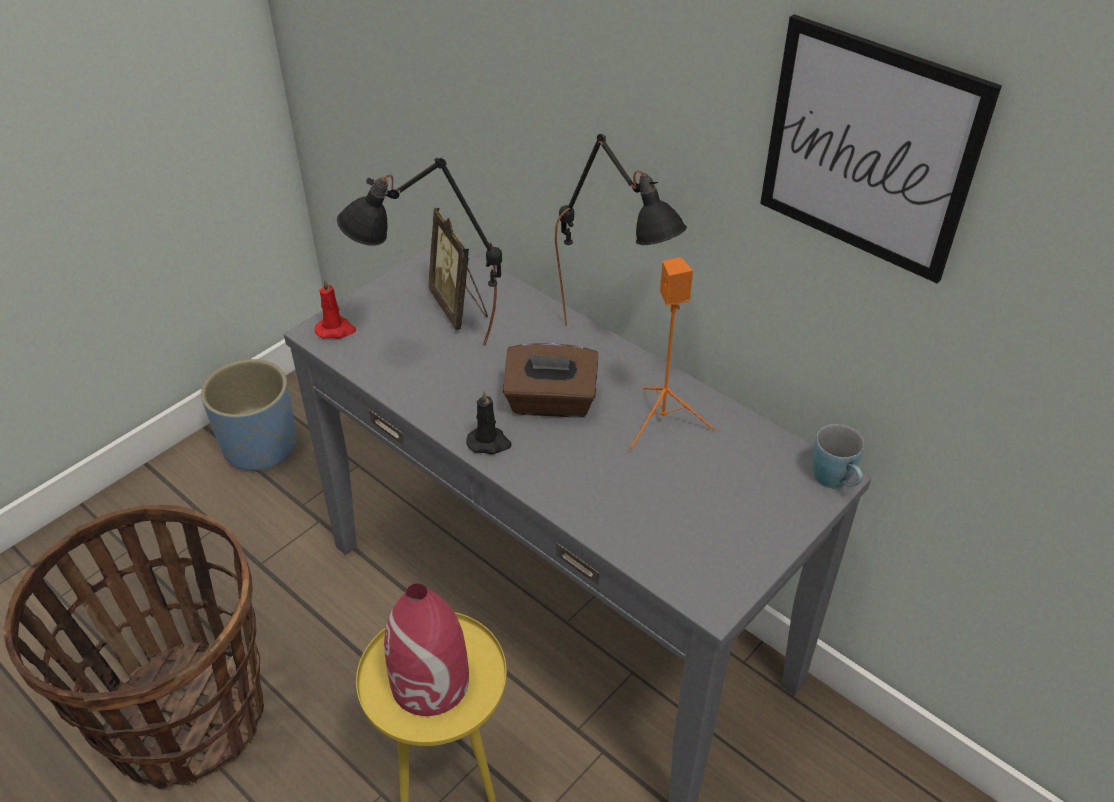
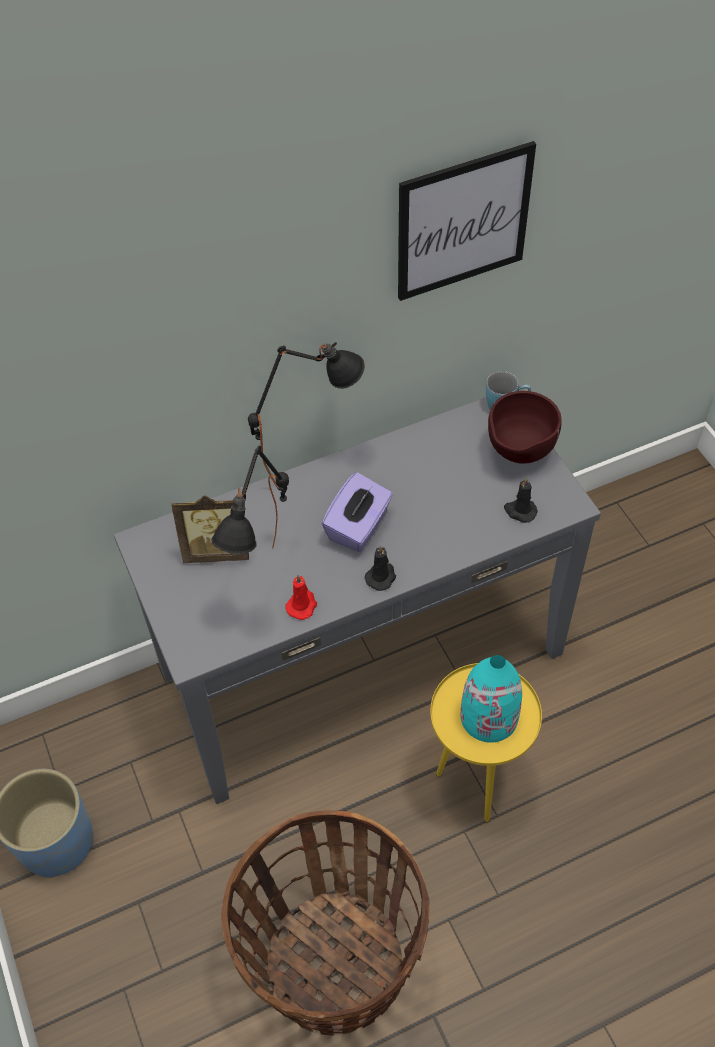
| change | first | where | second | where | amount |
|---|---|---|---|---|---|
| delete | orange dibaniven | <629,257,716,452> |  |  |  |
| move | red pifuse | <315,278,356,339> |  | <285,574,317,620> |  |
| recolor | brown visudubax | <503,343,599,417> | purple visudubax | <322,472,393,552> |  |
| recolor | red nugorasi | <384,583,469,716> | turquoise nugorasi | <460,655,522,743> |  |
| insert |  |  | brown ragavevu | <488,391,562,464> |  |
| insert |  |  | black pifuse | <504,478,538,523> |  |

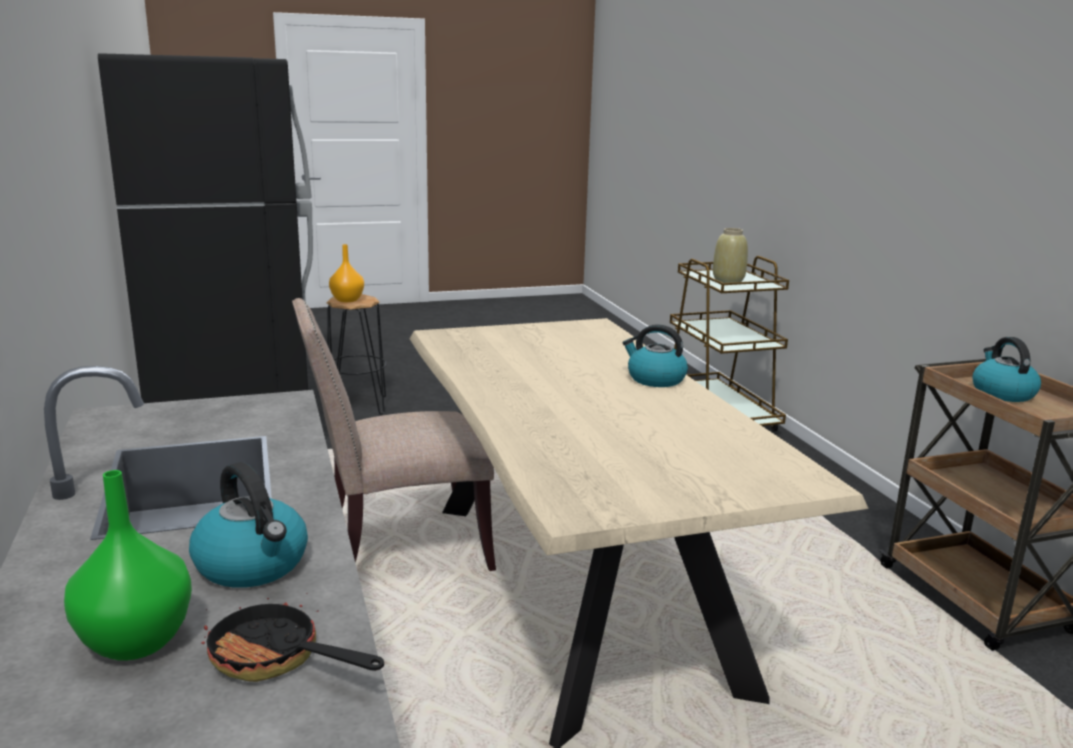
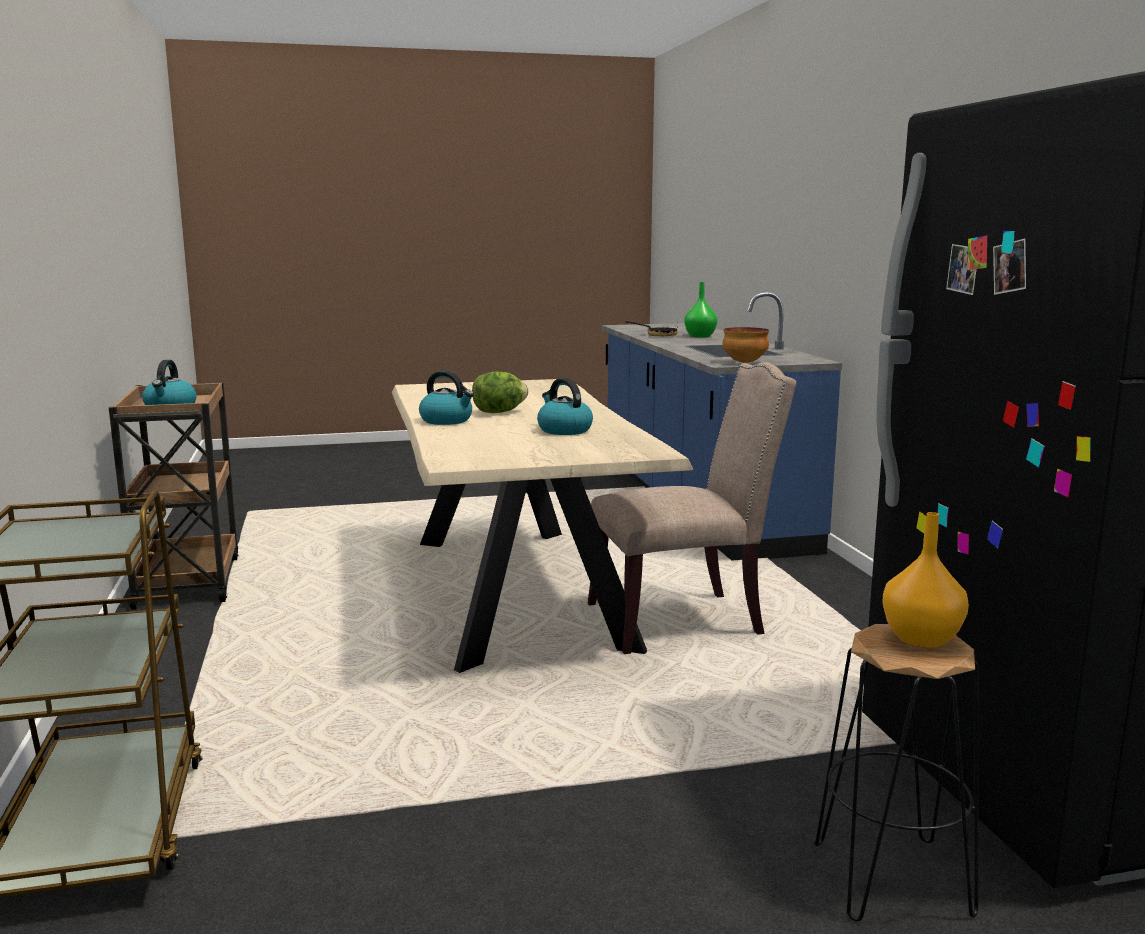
| change | first | where | second | where | amount |
|---|---|---|---|---|---|
| delete | beige nugorasi | <713,228,748,283> |  |  |  |
| move | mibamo | <189,462,308,588> |  | <537,378,593,435> |  |
| insert |  |  | ragavevu | <722,327,769,363> |  |
| insert |  |  | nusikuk | <472,371,529,413> |  |

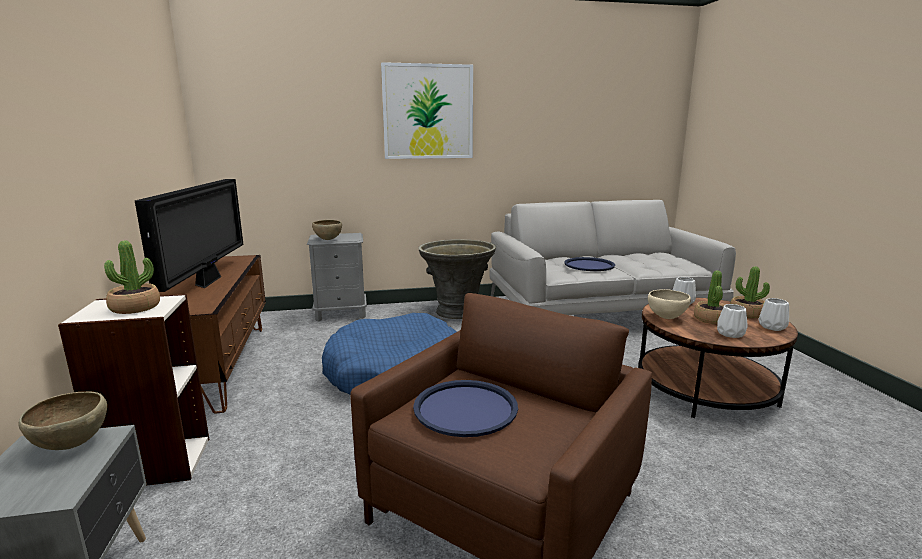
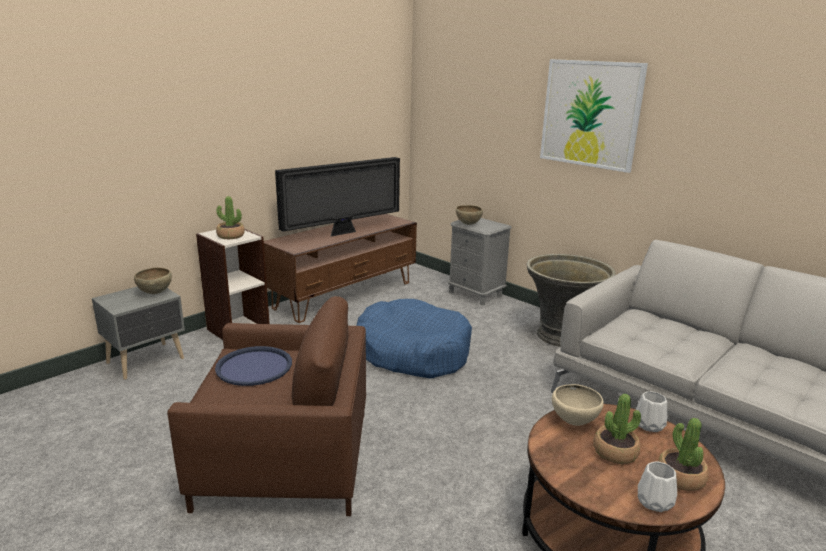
| change | first | where | second | where | amount |
|---|---|---|---|---|---|
| delete | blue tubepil | <564,257,615,271> |  |  |  |
| delete | white nugorasi | <717,304,748,338> |  |  |  |

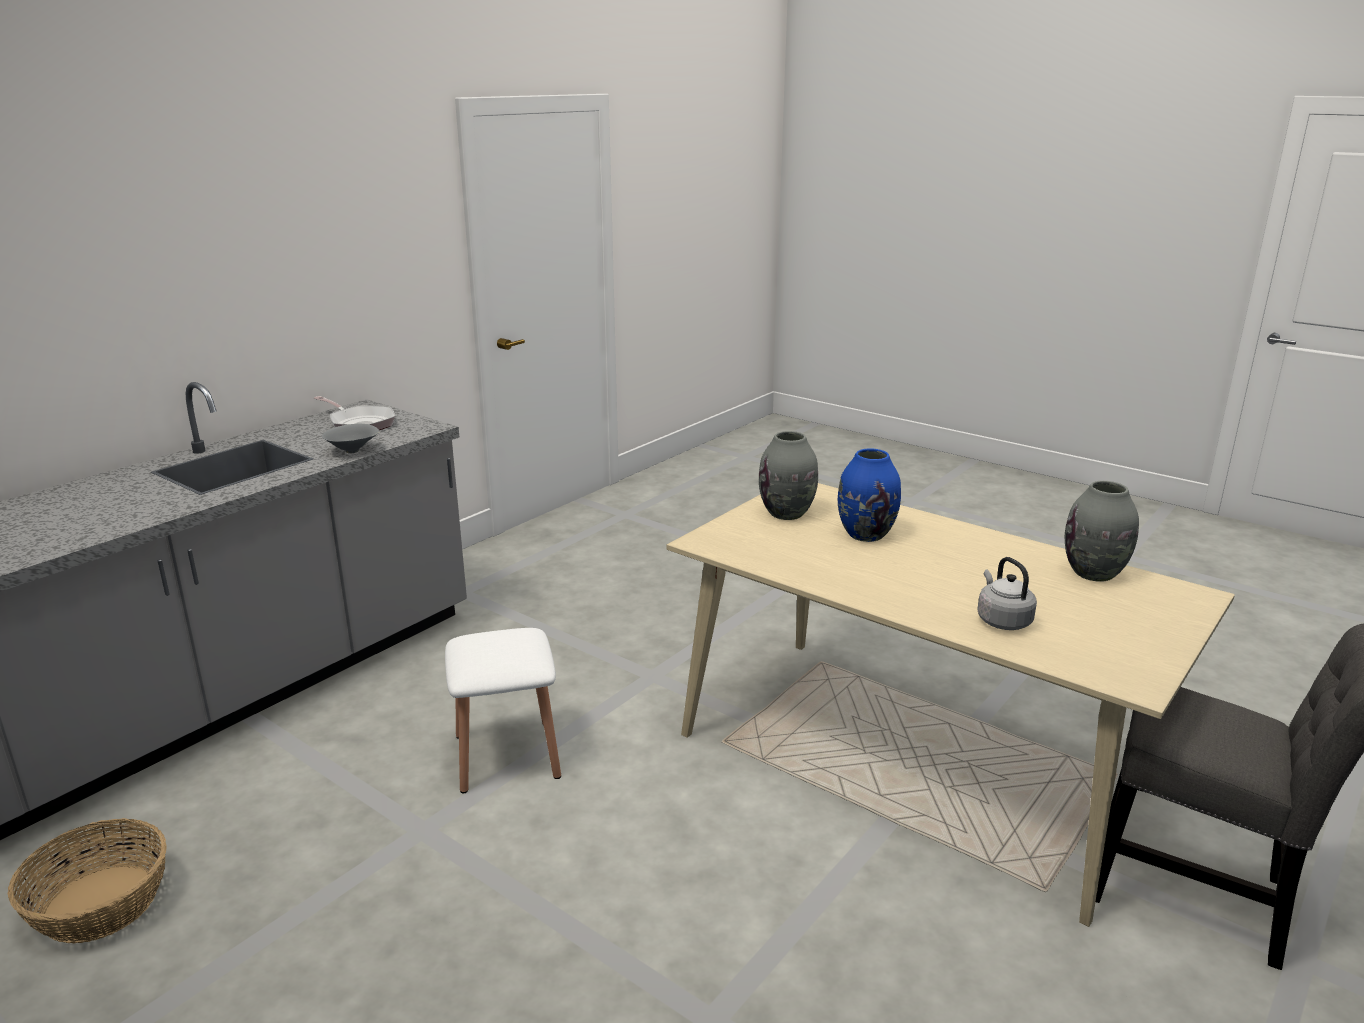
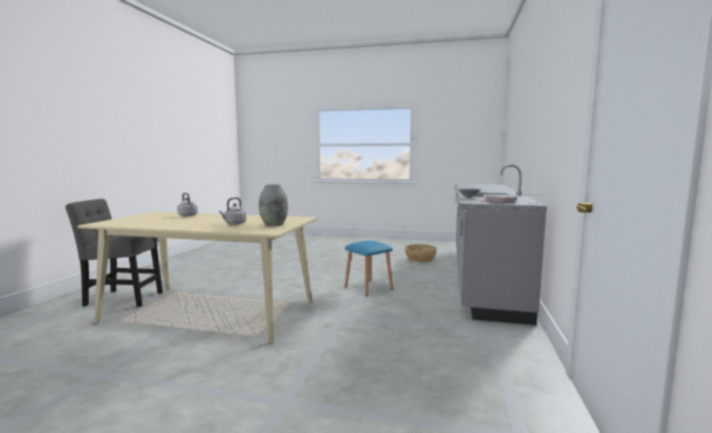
| change | first | where | second | where | amount |
|---|---|---|---|---|---|
| replace | blue nugorasi | <838,449,901,542> | grey mibamo | <219,197,246,225> |  |
| delete | grey nugorasi | <1065,481,1139,582> |  |  |  |
| recolor | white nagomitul | <445,628,561,793> | blue nagomitul | <344,240,393,296> |  |

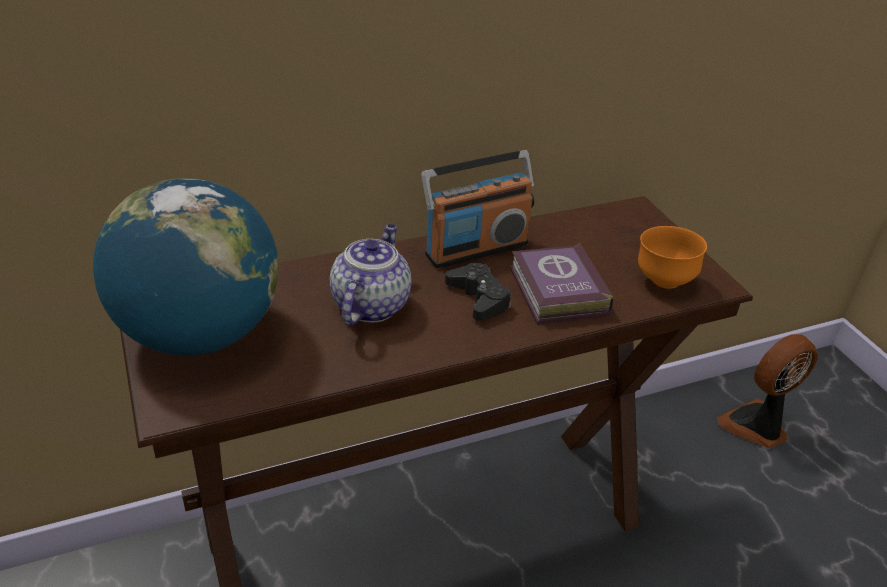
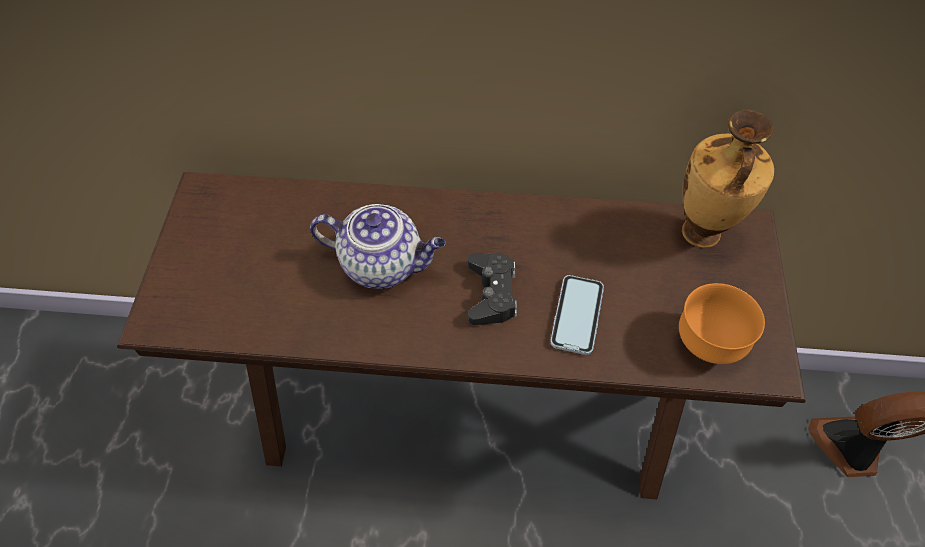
| change | first | where | second | where | amount |
|---|---|---|---|---|---|
| delete | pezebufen | <421,150,534,268> |  |  |  |
| delete | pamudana | <93,178,279,356> |  |  |  |
| rotate | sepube | <330,224,412,325> |  | <310,204,445,289> | 60 degrees clockwise |
| replace | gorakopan | <510,243,613,324> | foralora | <550,275,604,355> |  |
| insert |  |  | nugorasi | <682,109,774,248> |  |

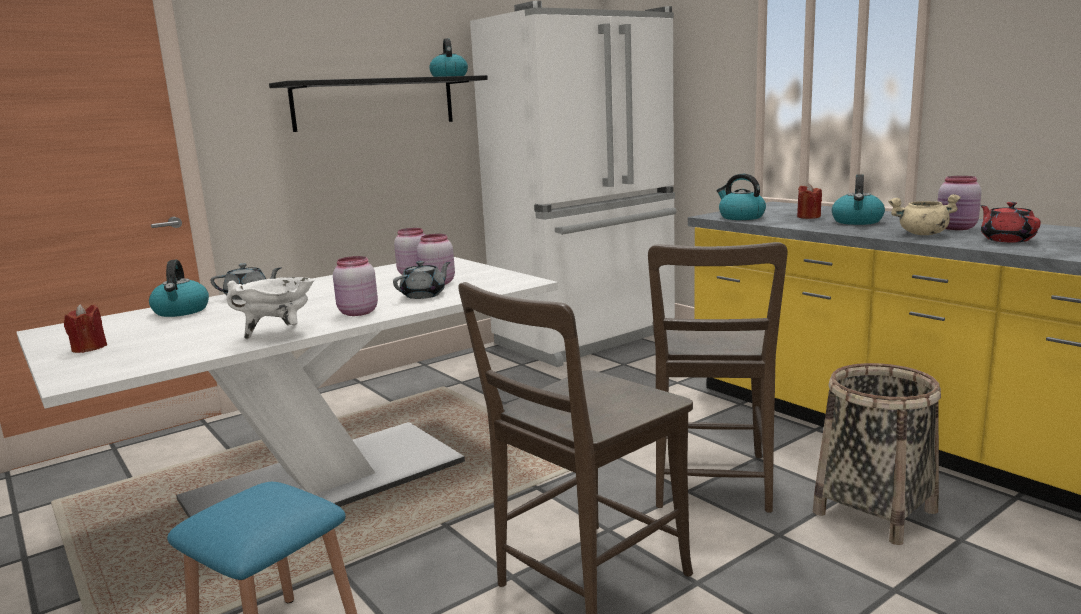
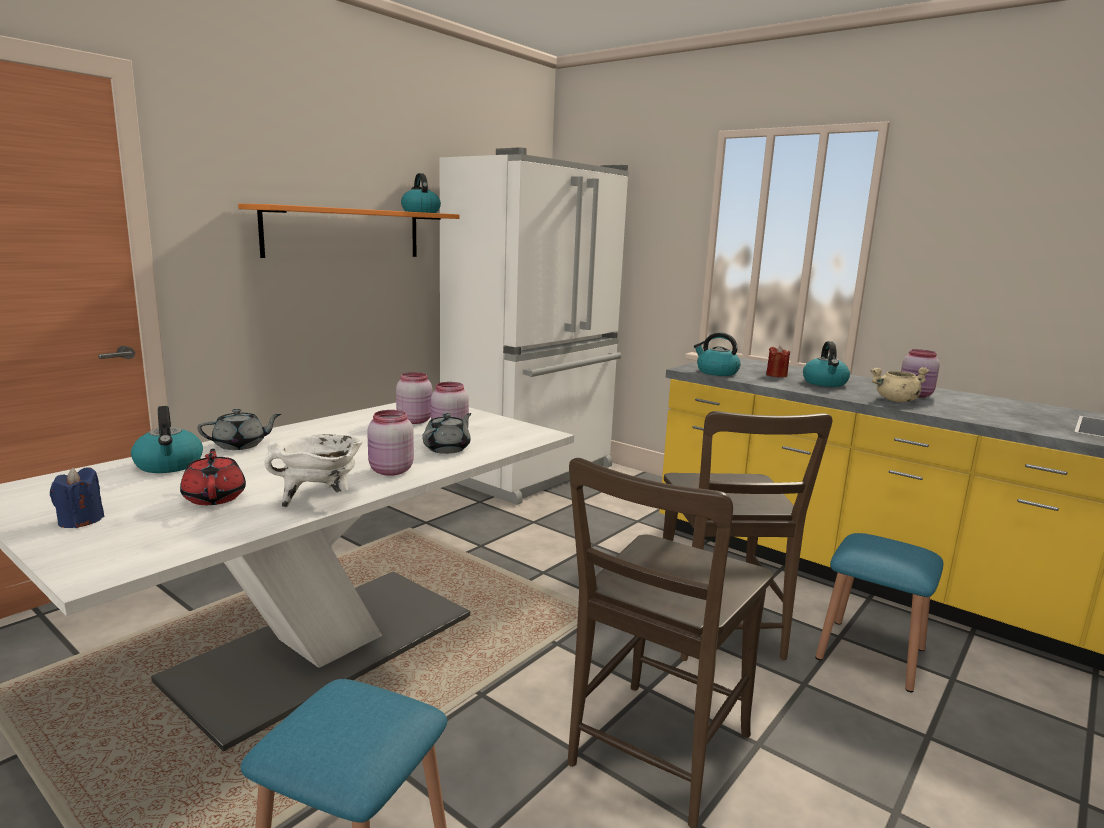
| change | first | where | second | where | amount |
|---|---|---|---|---|---|
| recolor | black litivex | <269,75,488,132> | orange litivex | <238,204,460,258> |  |
| move | red sepube | <980,202,1041,242> |  | <180,449,246,505> |  |
| recolor | red pifuse | <64,304,107,353> | blue pifuse | <50,468,104,528> |  |
| replace | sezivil | <813,363,941,545> | blue nagomitul | <815,533,943,692> |  |

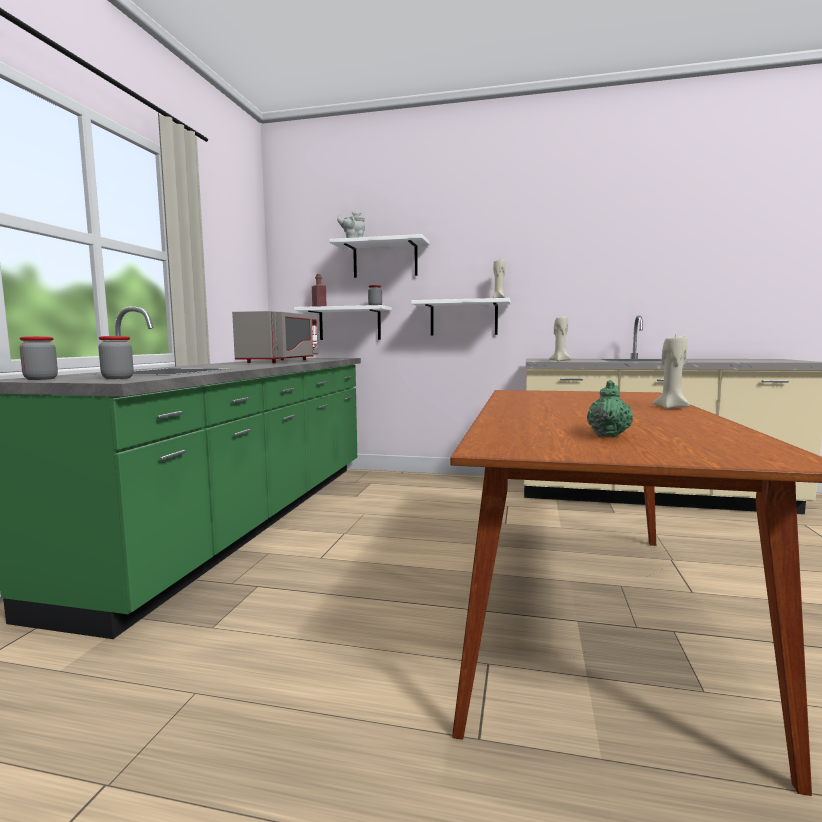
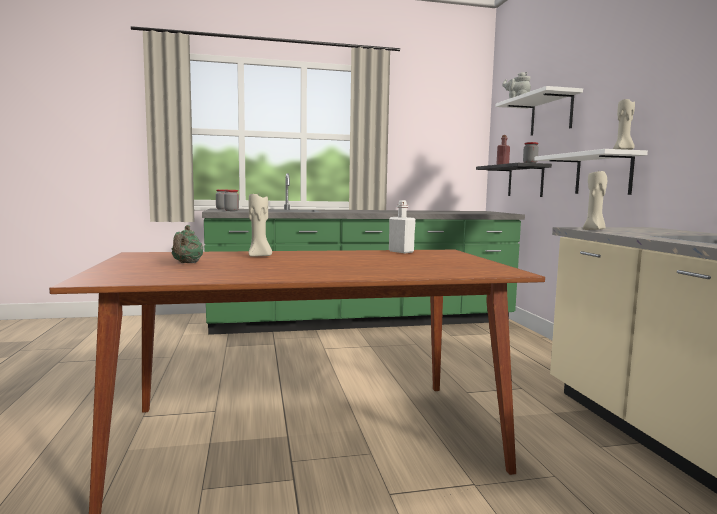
| change | first | where | second | where | amount |
|---|---|---|---|---|---|
| recolor | white litivex | <294,305,392,340> | black litivex | <476,163,552,197> |  |
| delete | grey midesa | <232,311,319,363> |  |  |  |
| move | beige pifuse | <653,335,690,409> |  | <249,192,272,257> |  |
| rotate | green sepube | <587,380,633,437> |  | <172,225,203,263> | 90 degrees clockwise |
| insert |  |  | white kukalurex | <389,200,416,253> |  |

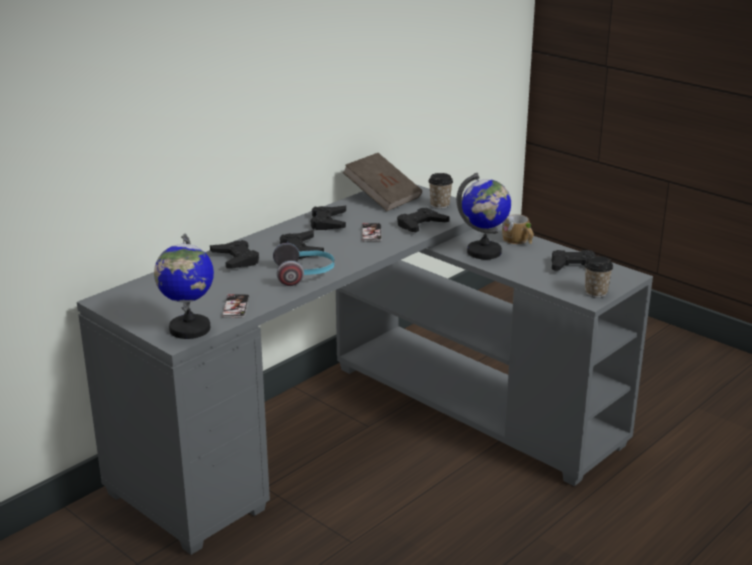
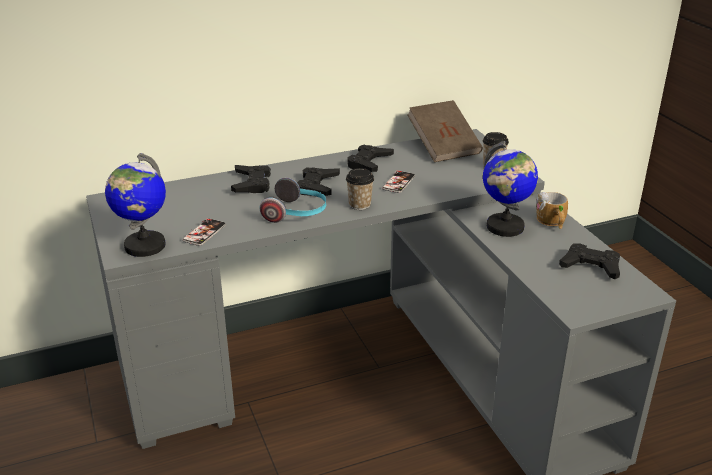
| change | first | where | second | where | amount |
|---|---|---|---|---|---|
| delete | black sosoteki | <397,208,449,232> |  |  |  |
| move | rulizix | <584,256,613,298> |  | <346,168,374,210> |  |

